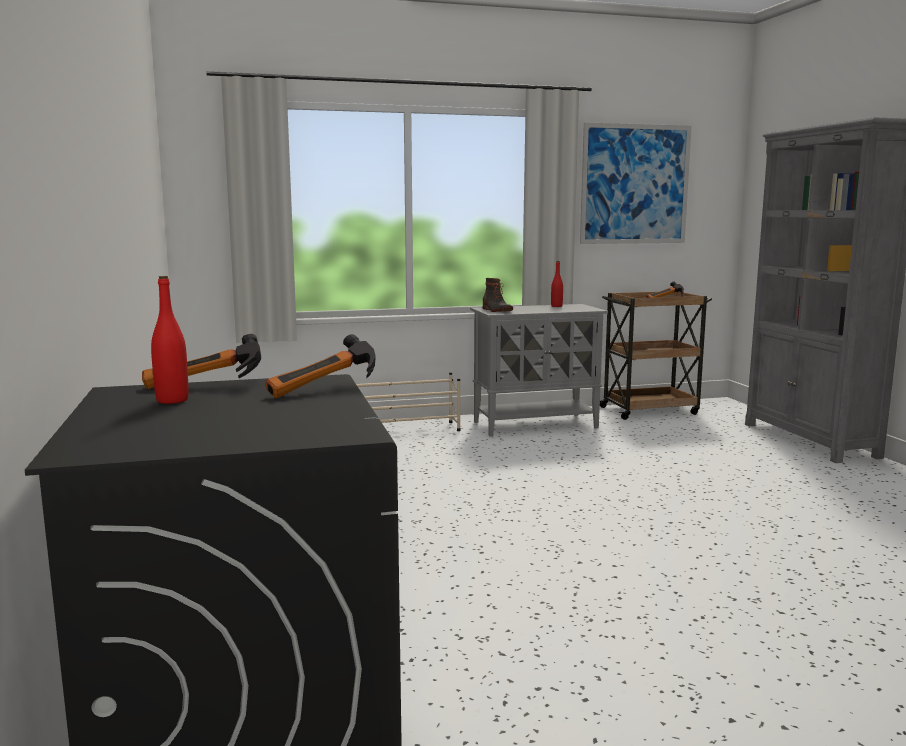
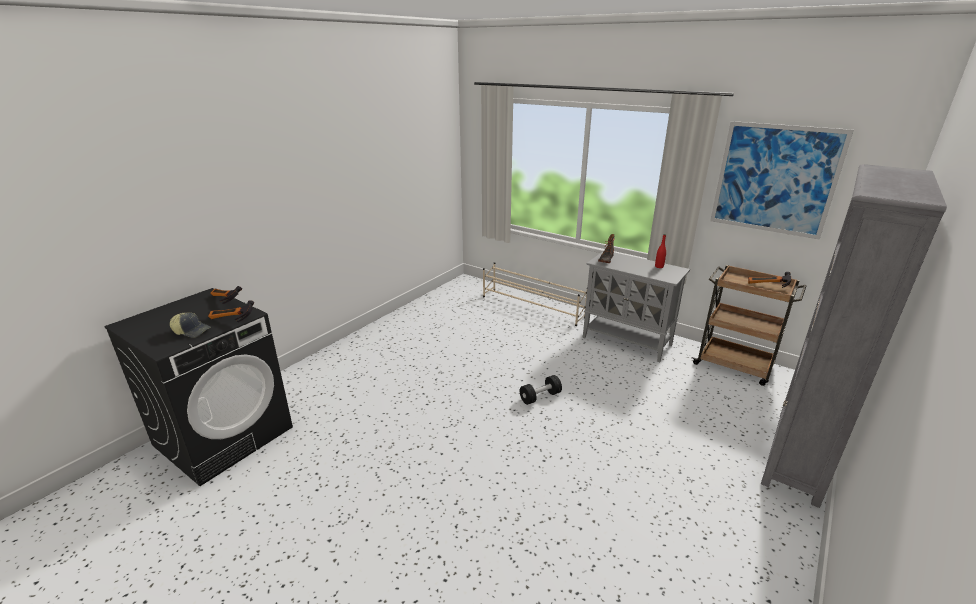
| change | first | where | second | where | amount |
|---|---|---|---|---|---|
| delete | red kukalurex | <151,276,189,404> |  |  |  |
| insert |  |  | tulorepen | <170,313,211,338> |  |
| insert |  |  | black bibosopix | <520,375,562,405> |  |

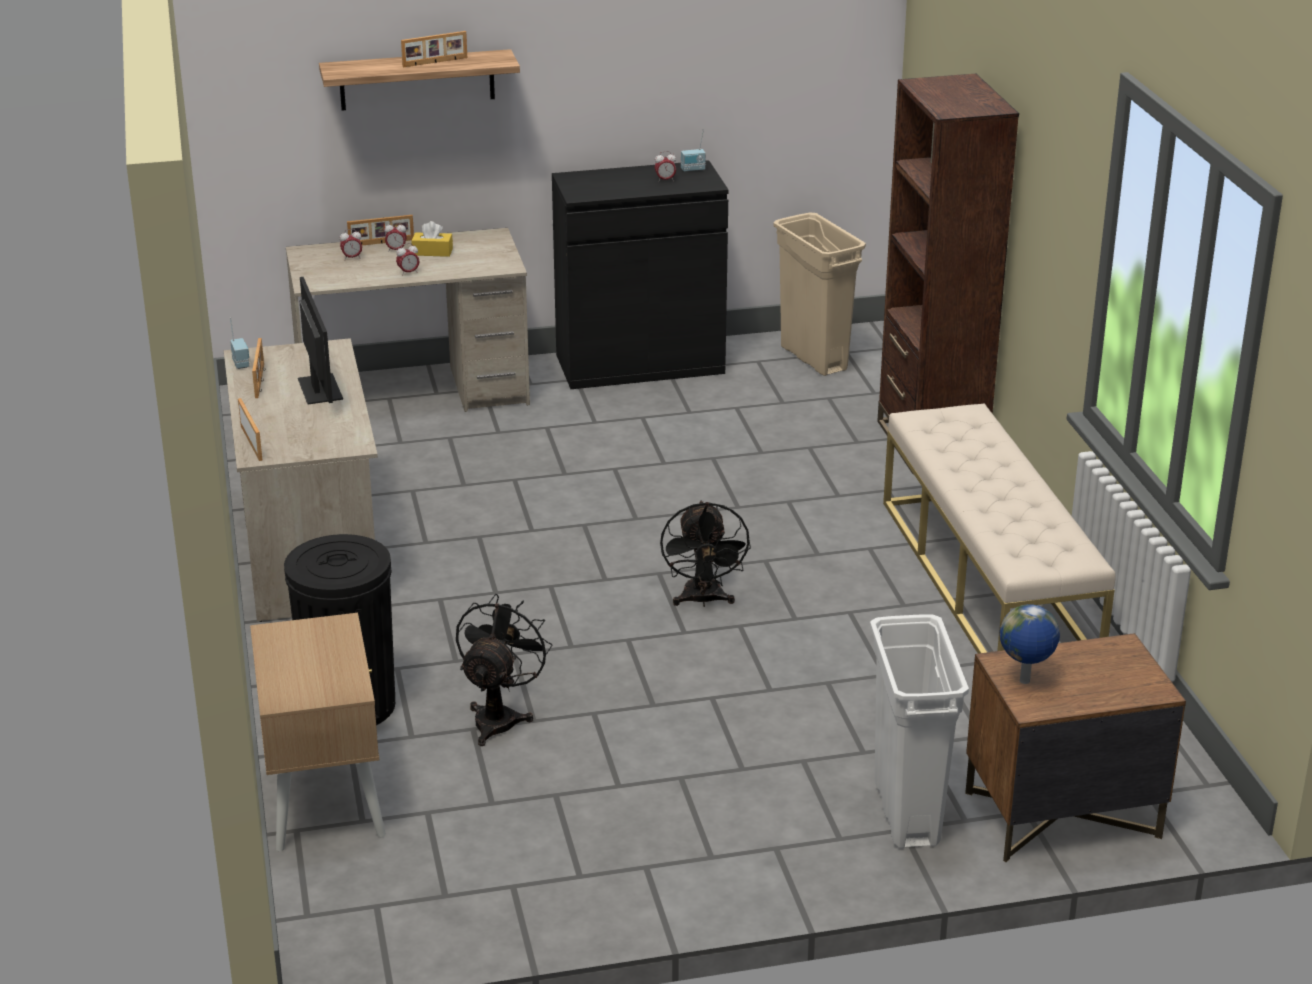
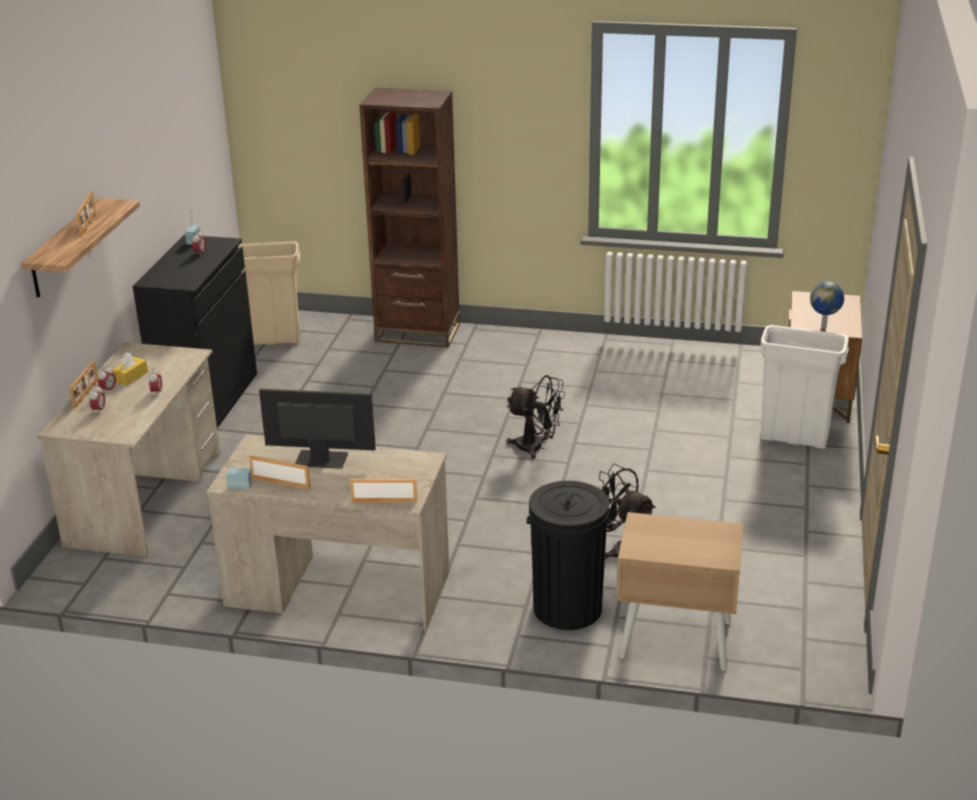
| change | first | where | second | where | amount |
|---|---|---|---|---|---|
| delete | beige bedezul | <883,403,1116,654> |  |  |  |

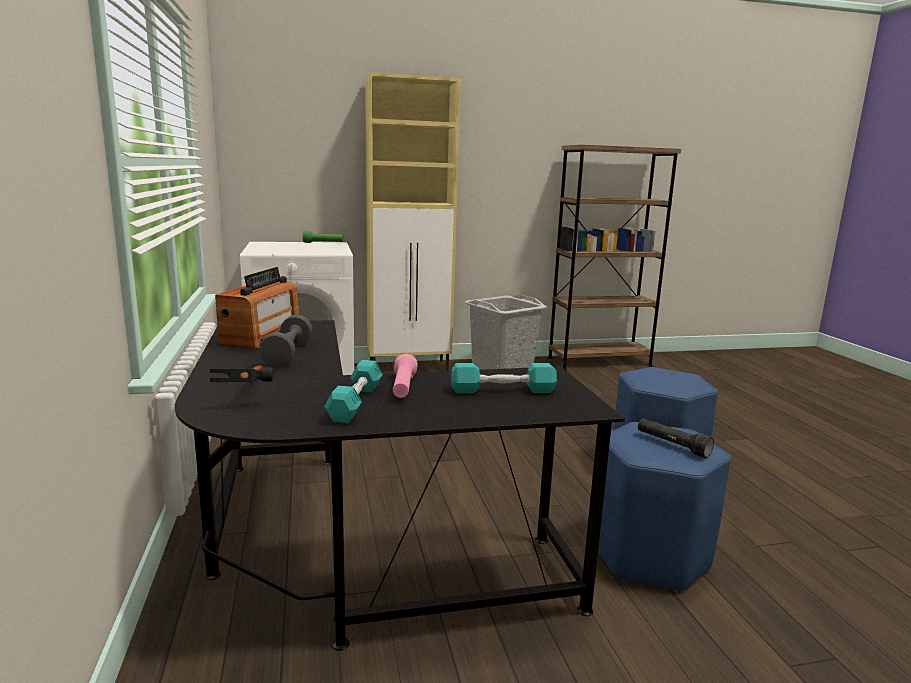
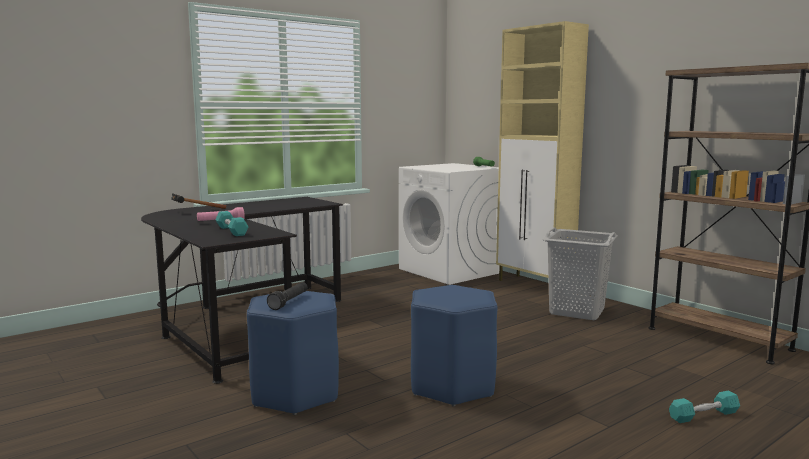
| change | first | where | second | where | amount |
|---|---|---|---|---|---|
| delete | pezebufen | <215,267,299,350> |  |  |  |
| delete | grey bibosopix | <259,315,313,367> |  |  |  |
| move | turquoise bibosopix | <324,360,383,423> |  | <669,391,740,423> |  |

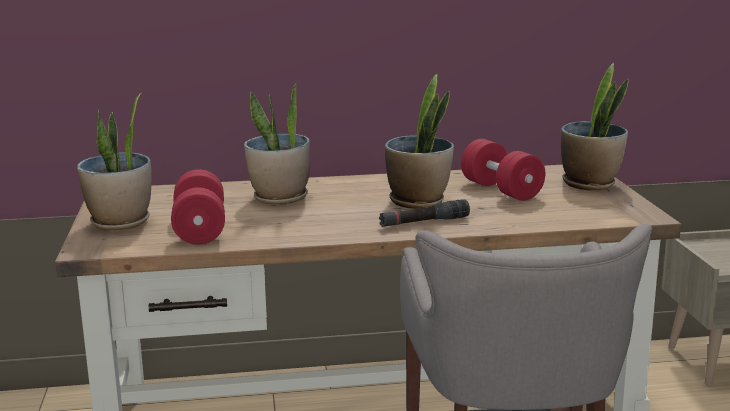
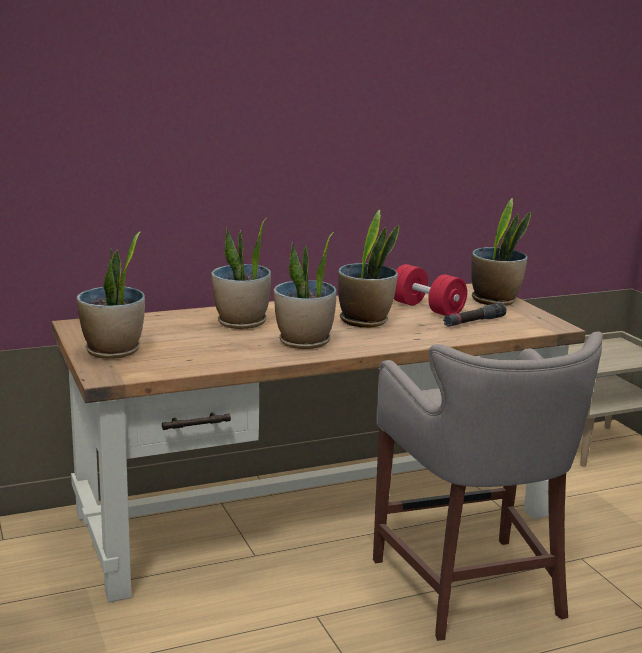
| change | first | where | second | where | amount |
|---|---|---|---|---|---|
| delete | red bibosopix | <171,169,225,245> |  |  |  |
| move | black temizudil | <379,199,470,227> |  | <443,302,507,327> |  |
| insert |  |  | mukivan | <274,232,336,349> |  |

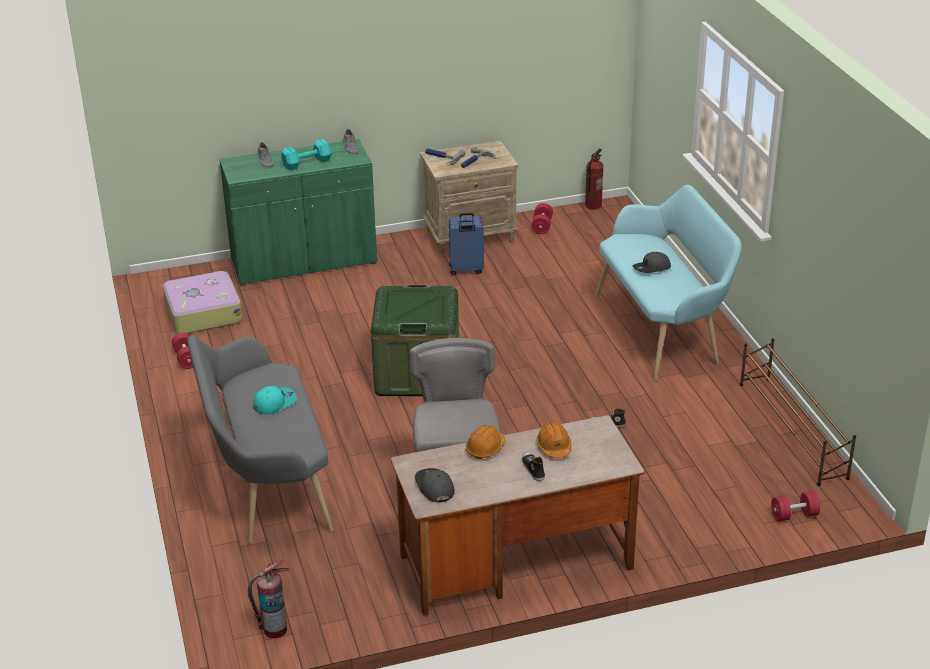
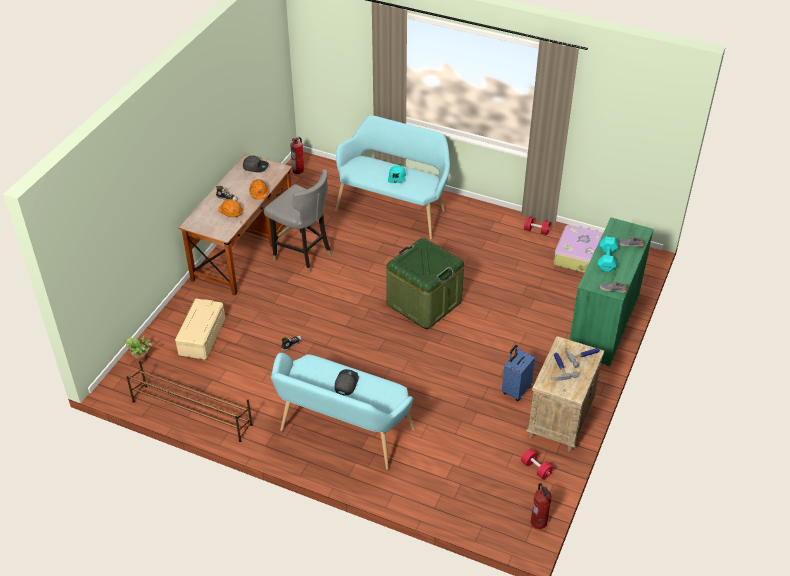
| change | first | where | second | where | amount |
|---|---|---|---|---|---|
| recolor | grey bedezul | <187,335,333,544> | turquoise bedezul | <335,115,450,239> |  |
| replace | red bibosopix | <771,491,820,521> | mukivan | <125,336,152,363> |  |
| insert |  |  | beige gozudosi | <175,299,225,360> |  |

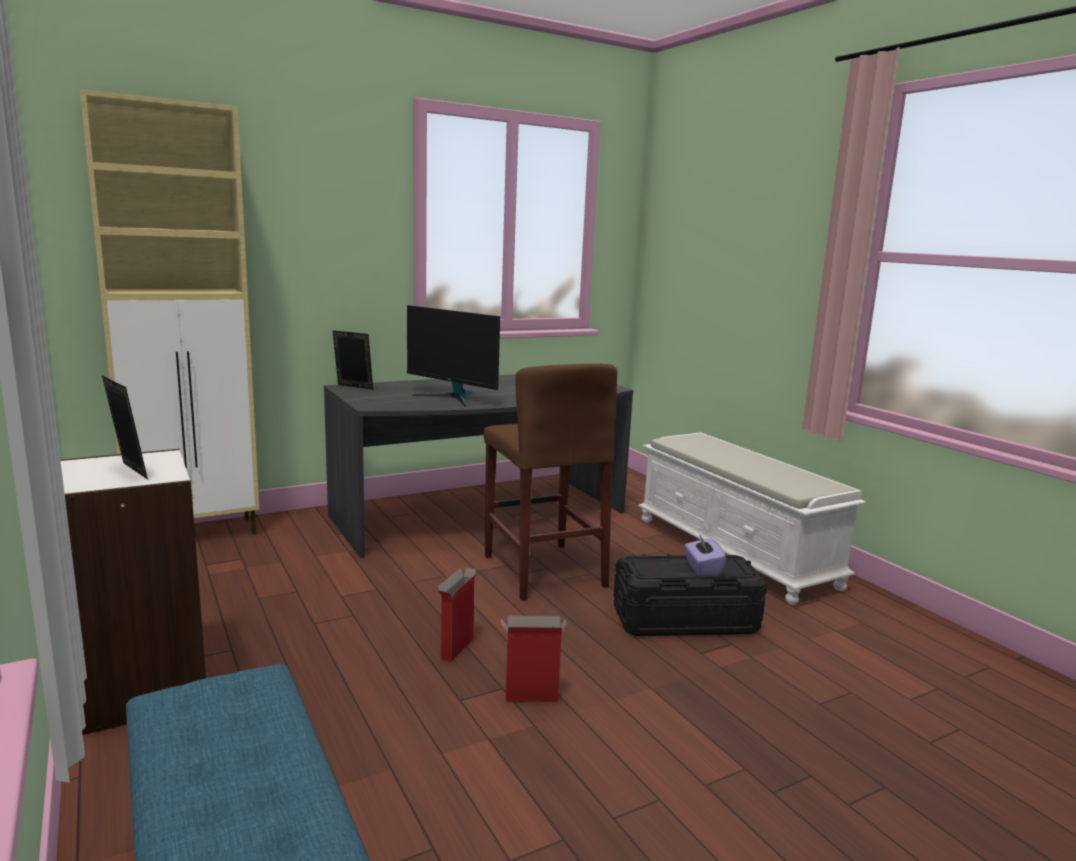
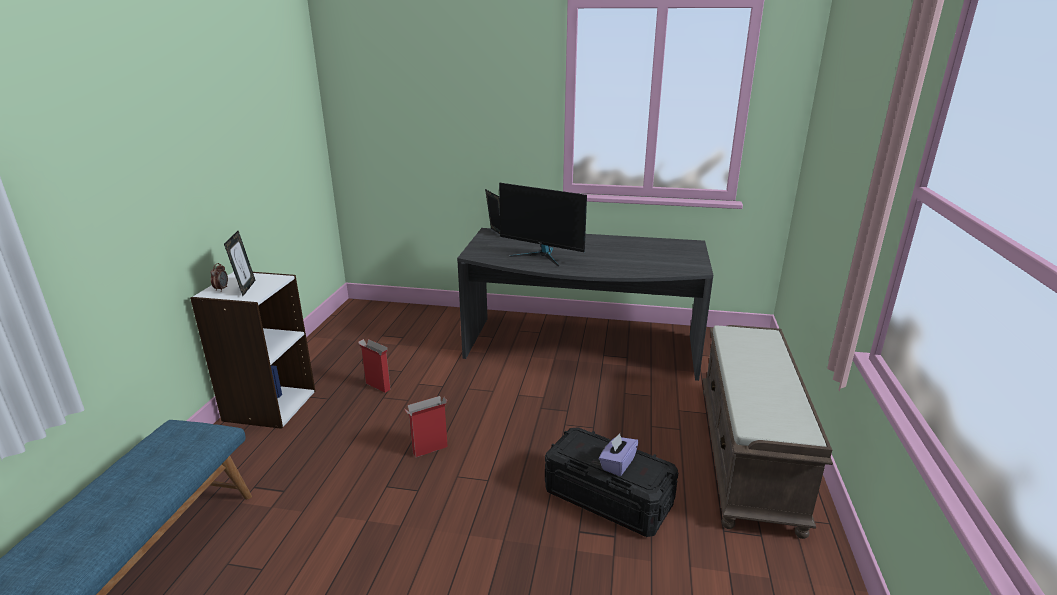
| change | first | where | second | where | amount |
|---|---|---|---|---|---|
| delete | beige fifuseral | <80,89,259,535> |  |  |  |
| rotate | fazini | <407,305,500,407> |  | <499,183,587,267> | 45 degrees counterclockwise |
| delete | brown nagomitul | <484,363,617,601> |  |  |  |
| recolor | white bedezul | <638,432,866,605> | brown bedezul | <703,325,833,539> |  |
| move | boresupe | <501,616,566,702> |  | <358,339,391,393> |  |
| insert |  |  | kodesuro | <211,263,228,292> |  |

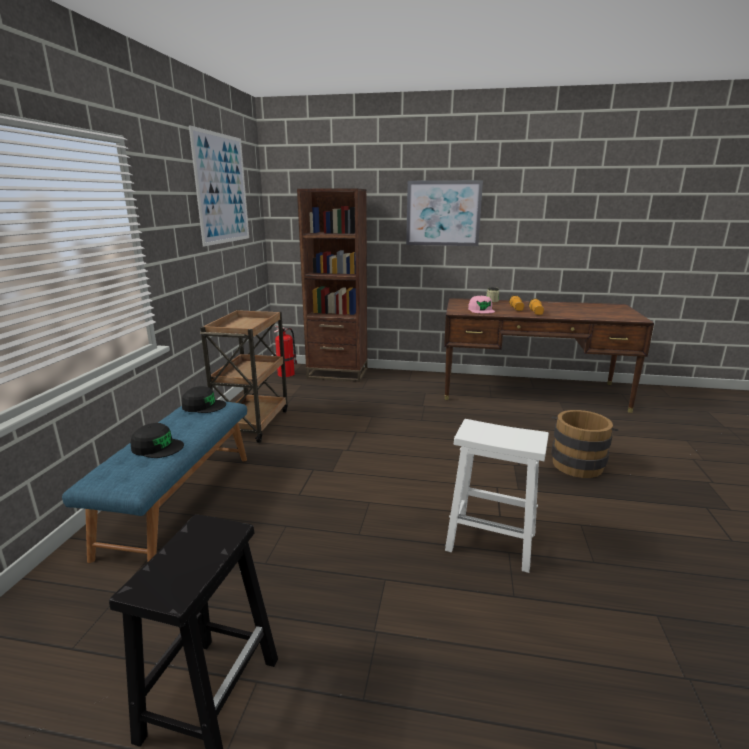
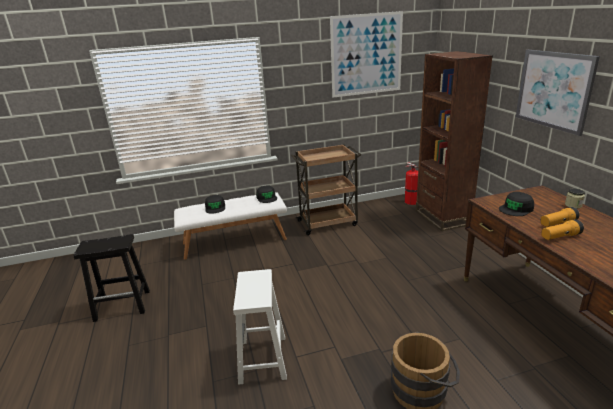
| change | first | where | second | where | amount |
|---|---|---|---|---|---|
| recolor | pink tulorepen | <468,296,495,314> | black tulorepen | <499,192,534,216> |  |
| recolor | blue bedezul | <62,402,247,563> | white bedezul | <174,192,287,260> |  |

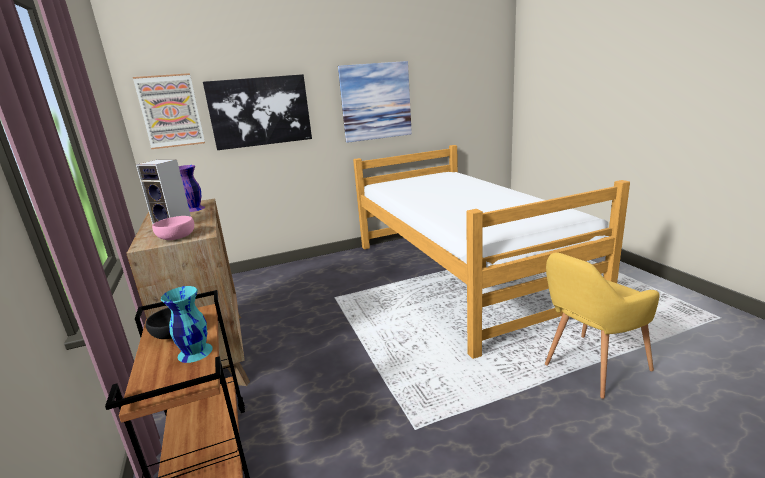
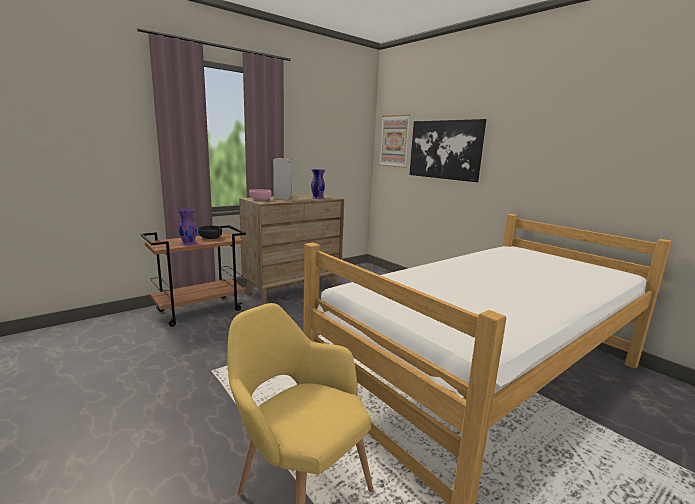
| change | first | where | second | where | amount |
|---|---|---|---|---|---|
| delete | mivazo | <338,61,412,143> |  |  |  |
| recolor | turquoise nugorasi | <161,286,213,363> | purple nugorasi | <177,208,198,246> |  |

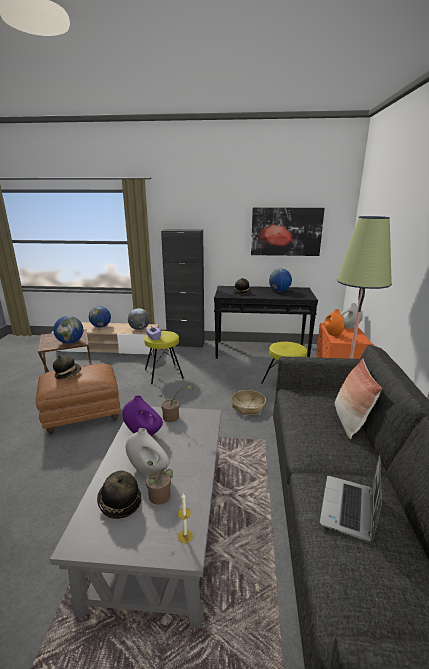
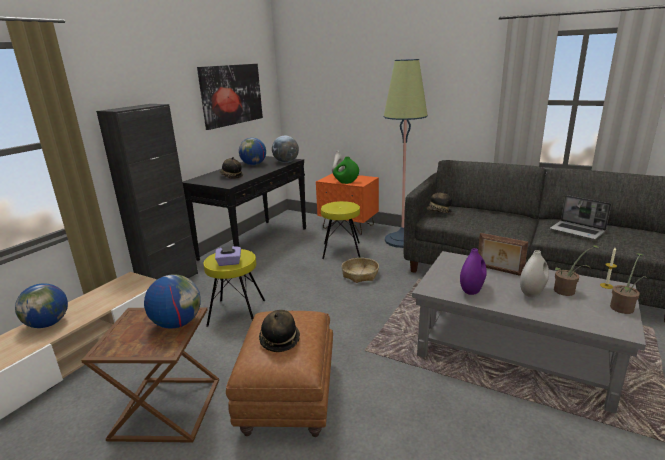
| change | first | where | second | where | amount |
|---|---|---|---|---|---|
| move | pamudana | <128,308,150,330> |  | <272,136,299,163> |  |
| recolor | orange nugorasi | <324,309,344,336> | green nugorasi | <333,157,359,184> |  |
| delete | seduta | <335,358,382,439> |  |  |  |
| move | mukivan | <156,386,193,422> |  | <610,253,649,314> |  |
| move | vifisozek | <97,470,142,519> |  | <426,190,452,213> |  |
| insert |  |  | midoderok | <478,233,528,276> |  |

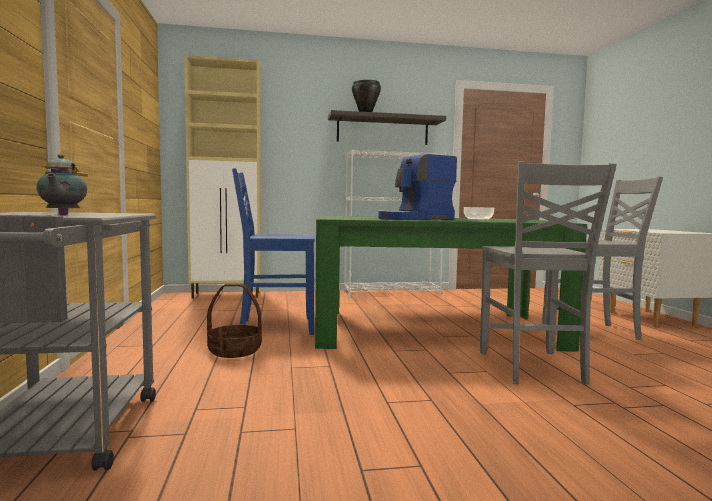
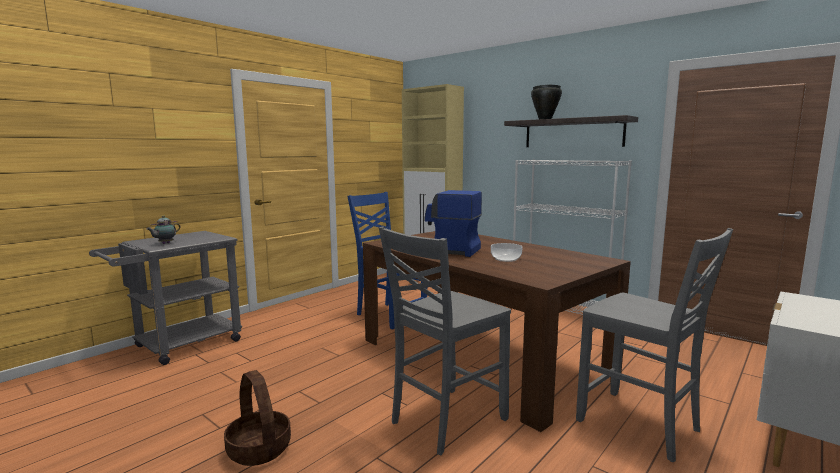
| change | first | where | second | where | amount |
|---|---|---|---|---|---|
| recolor | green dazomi | <315,216,587,352> | brown dazomi | <363,231,631,432> |  |
| move | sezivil | <207,283,262,358> |  | <224,370,291,466> |  |

